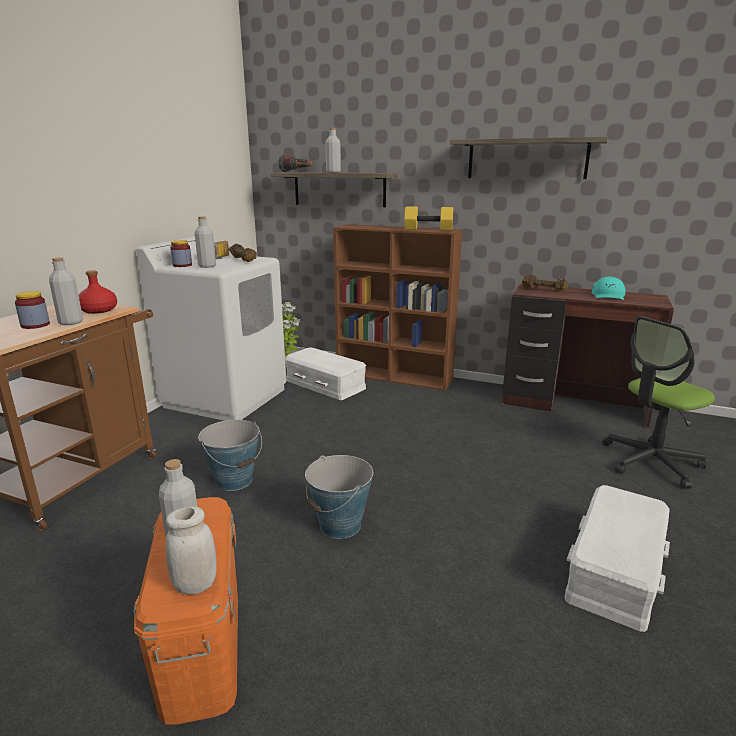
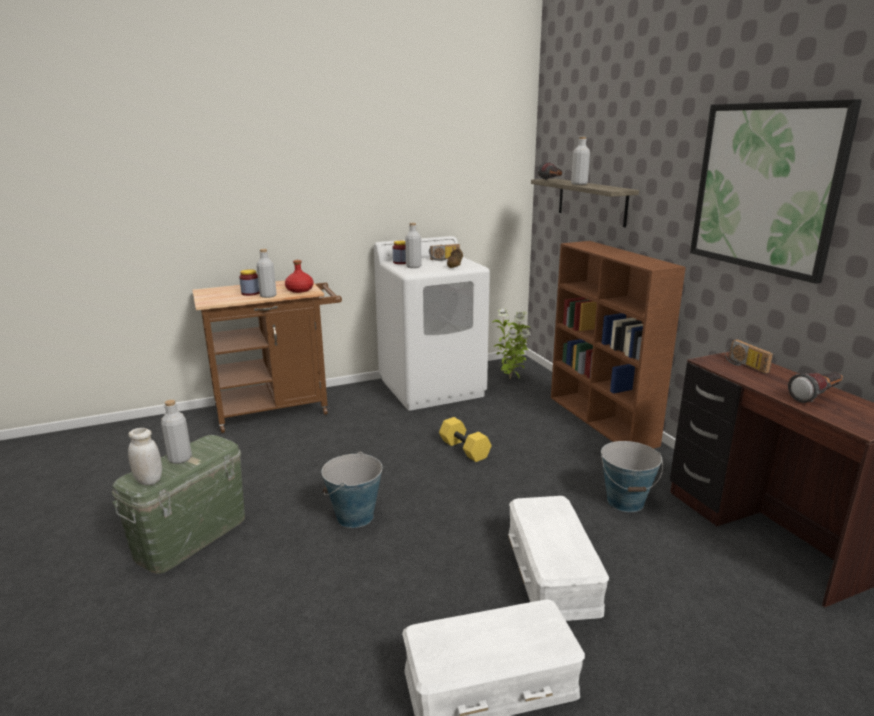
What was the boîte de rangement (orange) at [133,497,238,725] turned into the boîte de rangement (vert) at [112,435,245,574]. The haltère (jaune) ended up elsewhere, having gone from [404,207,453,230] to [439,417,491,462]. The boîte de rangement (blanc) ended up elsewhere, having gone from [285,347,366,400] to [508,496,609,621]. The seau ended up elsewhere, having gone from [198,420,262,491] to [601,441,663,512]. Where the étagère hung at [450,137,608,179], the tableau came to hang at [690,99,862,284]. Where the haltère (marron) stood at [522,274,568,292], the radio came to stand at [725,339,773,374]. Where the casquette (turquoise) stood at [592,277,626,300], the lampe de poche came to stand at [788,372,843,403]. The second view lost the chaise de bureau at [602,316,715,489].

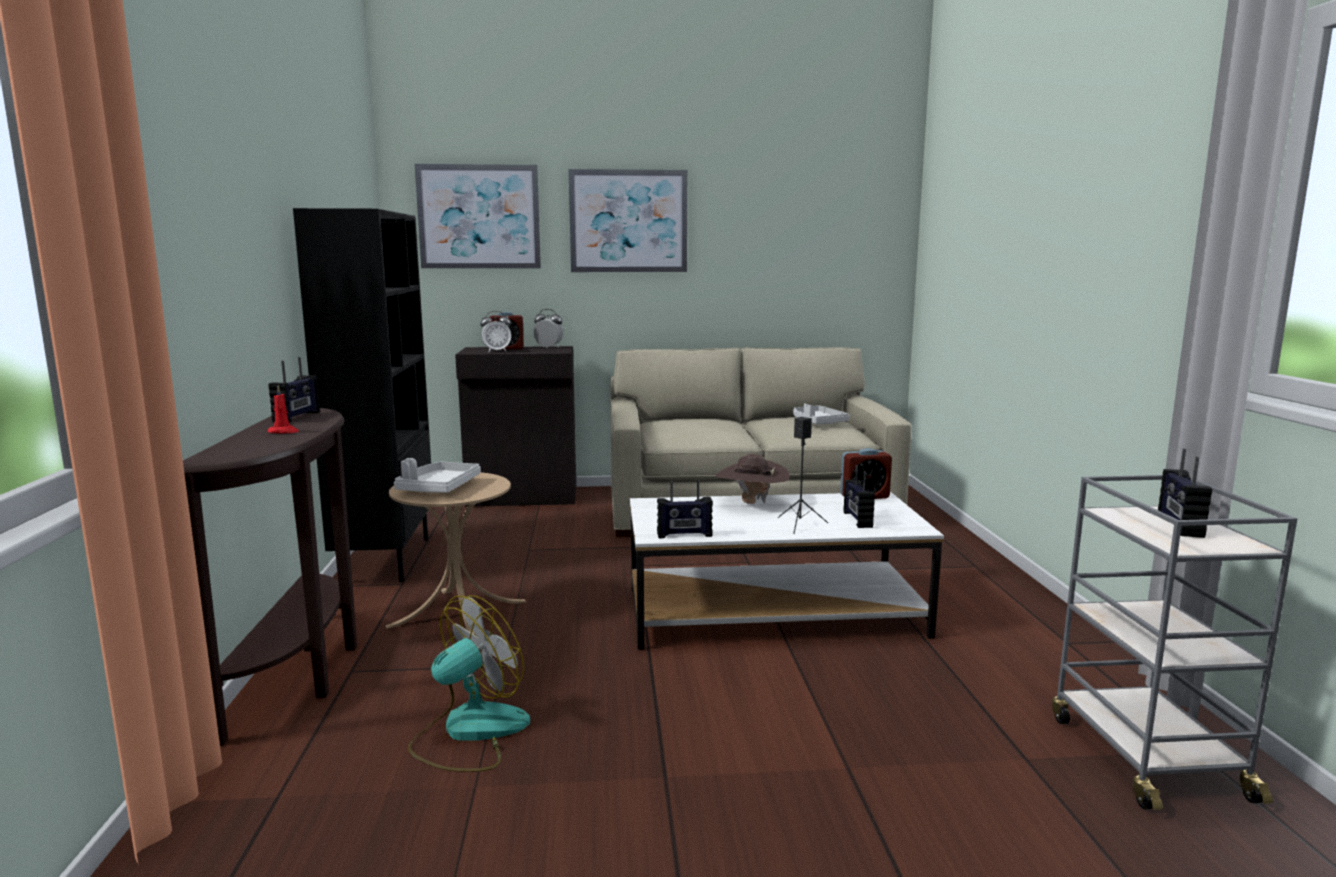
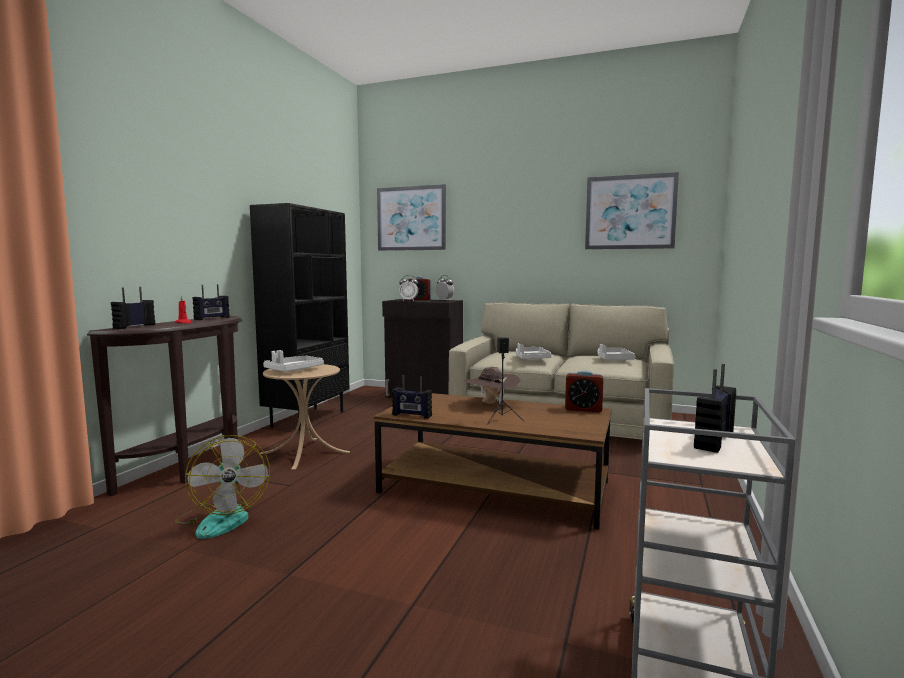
The radio ended up elsewhere, having gone from [844,465,875,528] to [111,287,155,329]. The ventilateur at [408,596,530,772] ended up facing another way, 90 degrees clockwise from before. What was the table basse (blanc) at [630,492,944,650] turned into the table basse (marron) at [373,393,612,530]. The second view gained the plateau (gris) at [516,343,552,360]. The tableau ended up elsewhere, having gone from [569,169,687,272] to [585,172,679,250].

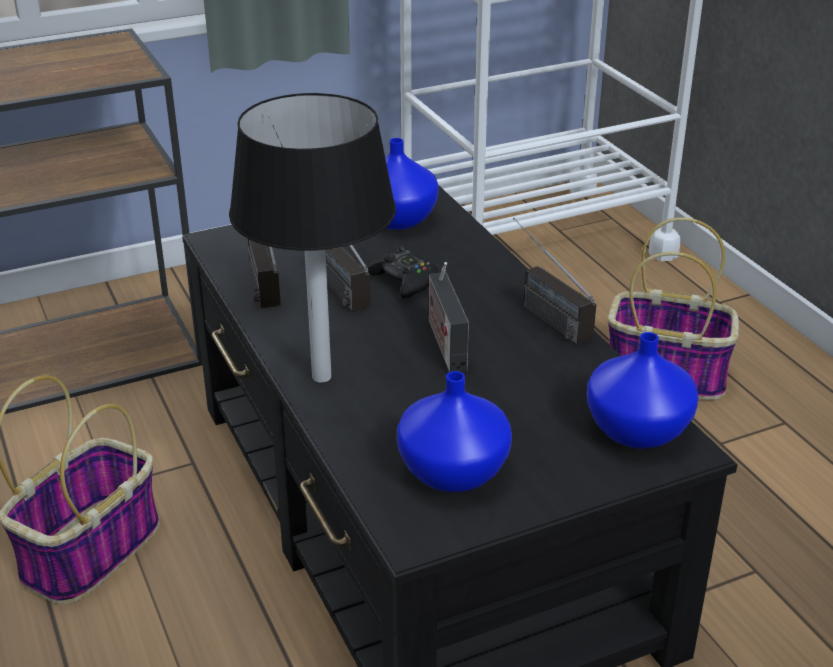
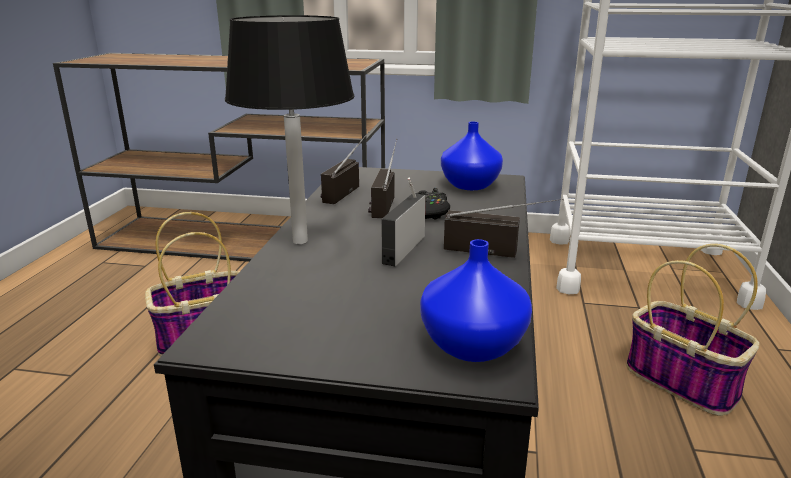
The radio at [513,218,596,345] ended up facing another way, 105 degrees clockwise from before. The second view lost the vase (bleu) at [397,371,512,492].

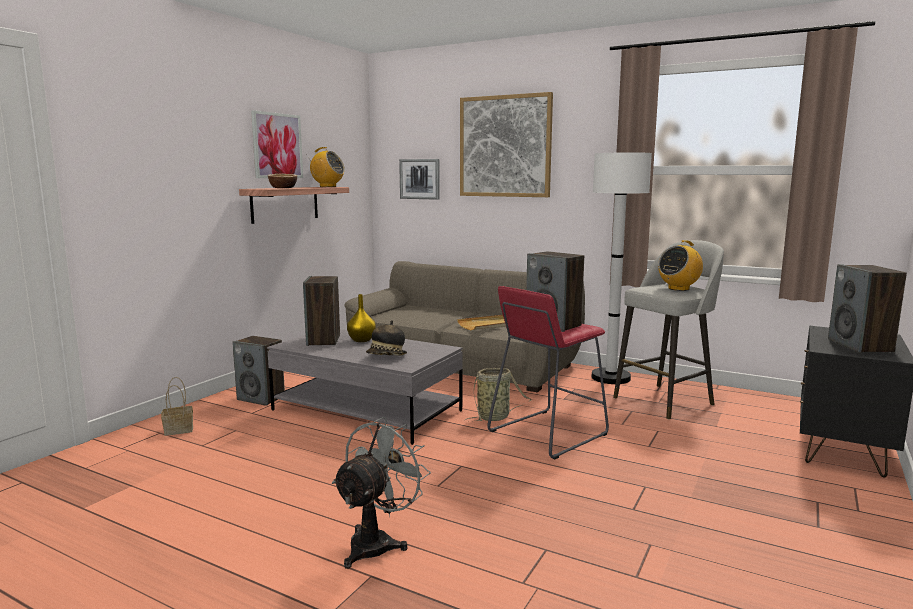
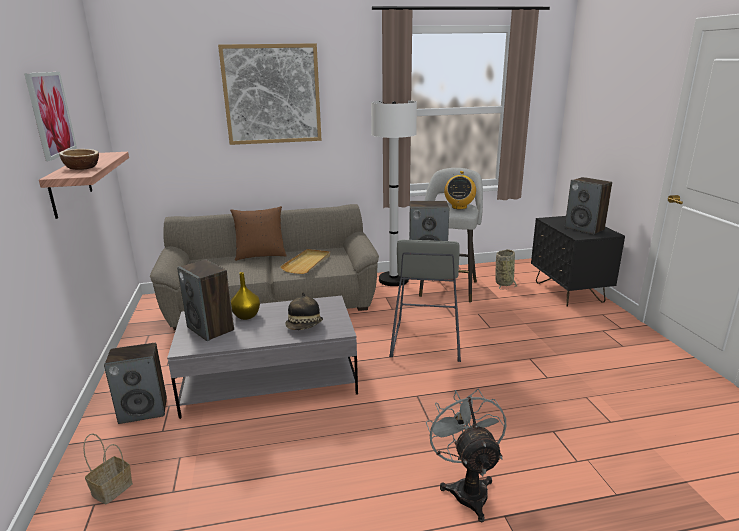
The second view gained the coussin (marron) at [230,206,287,261]. What was the tabouret (rouge) at [487,286,609,459] turned into the tabouret (gris) at [389,239,461,362]. The panier ended up elsewhere, having gone from [464,368,532,421] to [495,249,517,290]. The second view lost the radio at [306,147,345,187]. The second view lost the tableau at [399,159,440,200].

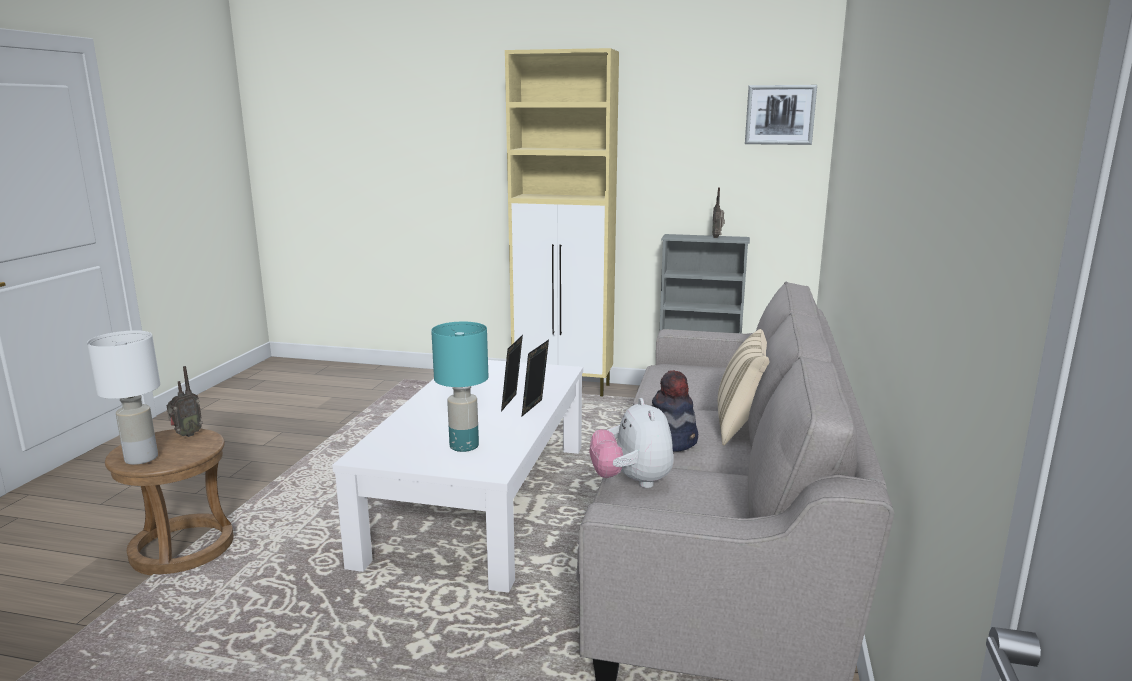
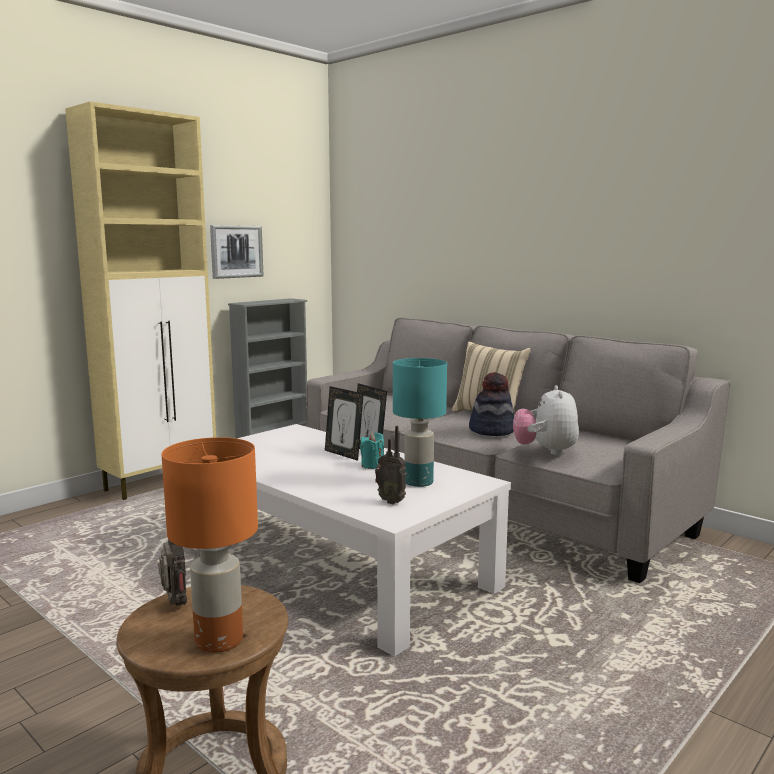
What was the lampe de table (blanc) at [87,330,160,465] turned into the lampe de table (orange) at [161,437,258,653]. The tableau ended up elsewhere, having gone from [745,85,817,145] to [210,225,263,279]. The second view gained the bougie (turquoise) at [360,432,384,469]. The radio ended up elsewhere, having gone from [712,187,725,238] to [375,426,406,504]. The peluche at [589,398,674,488] ended up facing another way, 75 degrees clockwise from before.

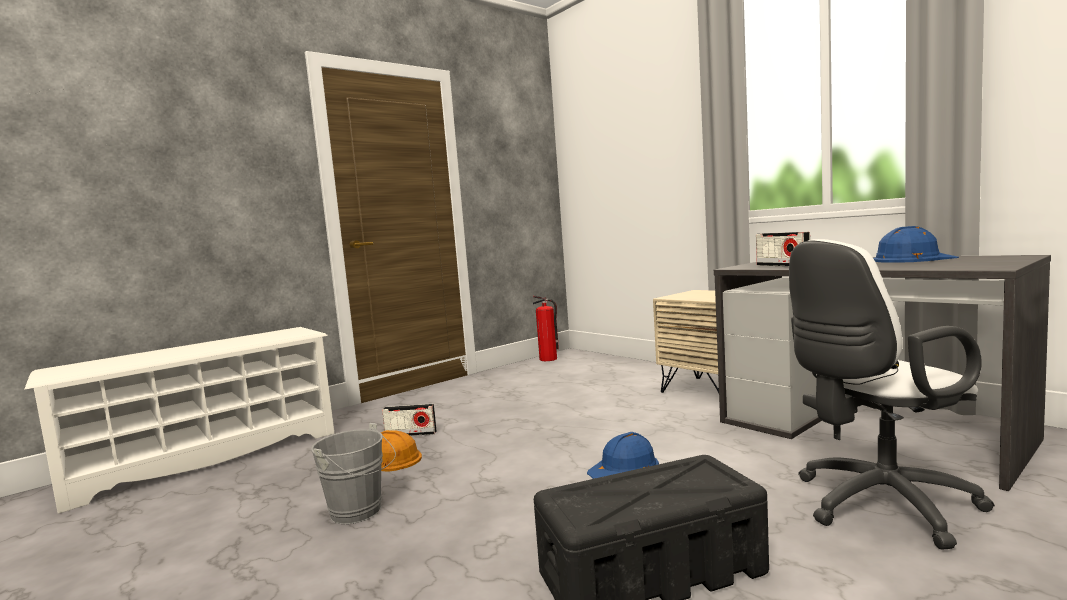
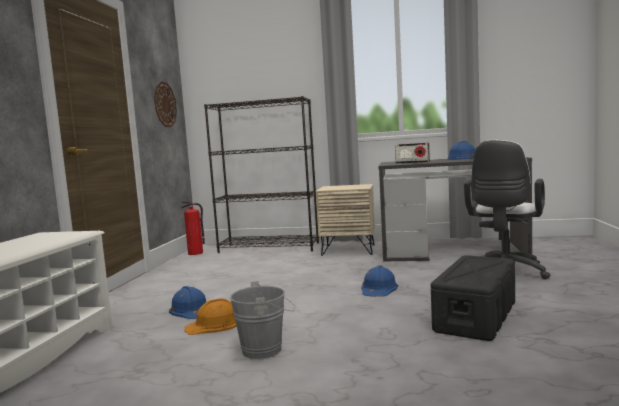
The second view gained the horloge murale at [154,81,177,127]. Where the radio stood at [382,404,437,436], the casque de chantier (bleu) came to stand at [169,286,206,319]. The second view gained the bibliothèque (noir) at [204,96,319,253].

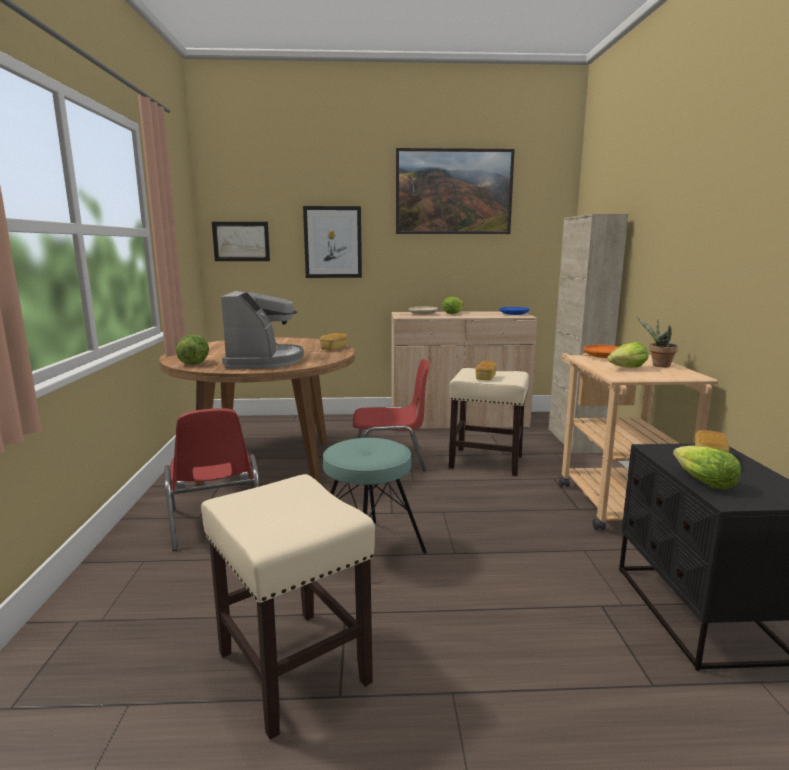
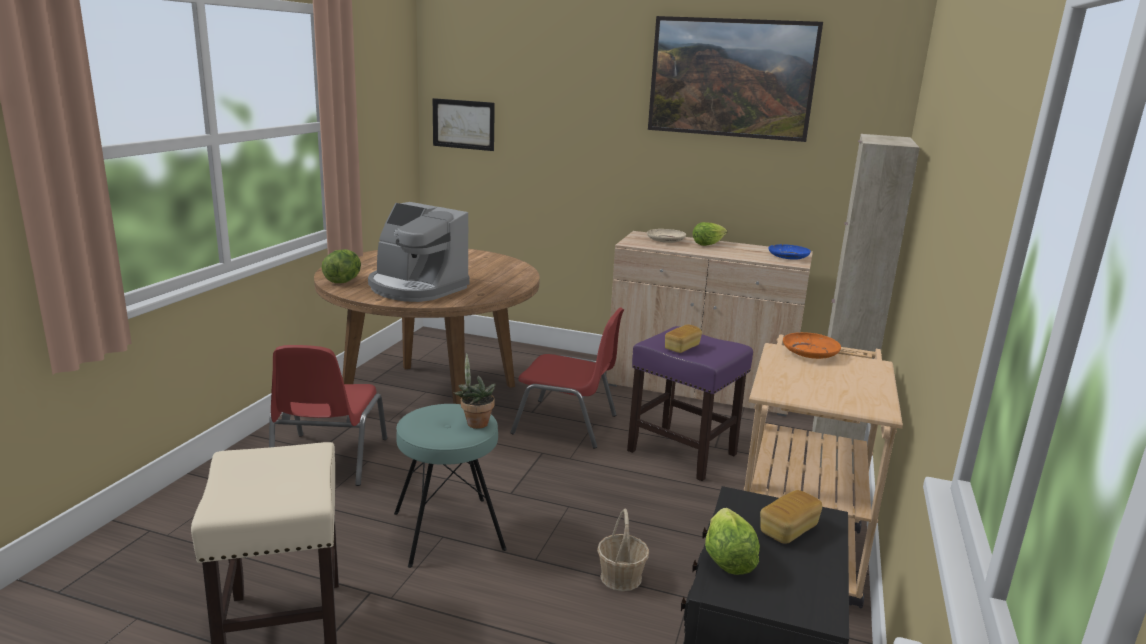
The machine à café at [221,291,304,369] ended up facing another way, 105 degrees clockwise from before. The plante en pot ended up elsewhere, having gone from [637,317,678,368] to [453,353,496,429]. The second view gained the panier at [597,509,649,591]. What was the tabouret (beige) at [449,368,529,476] turned into the tabouret (violet) at [627,326,753,481]. The second view lost the tableau at [303,206,362,278]. The second view lost the pain at [320,333,347,350]. The second view lost the laitue at [607,341,648,368].

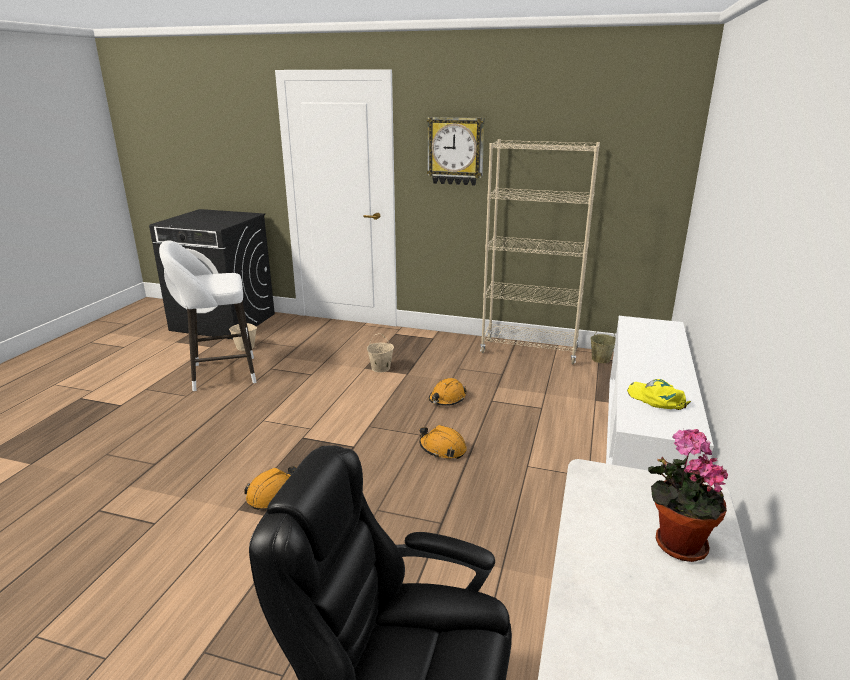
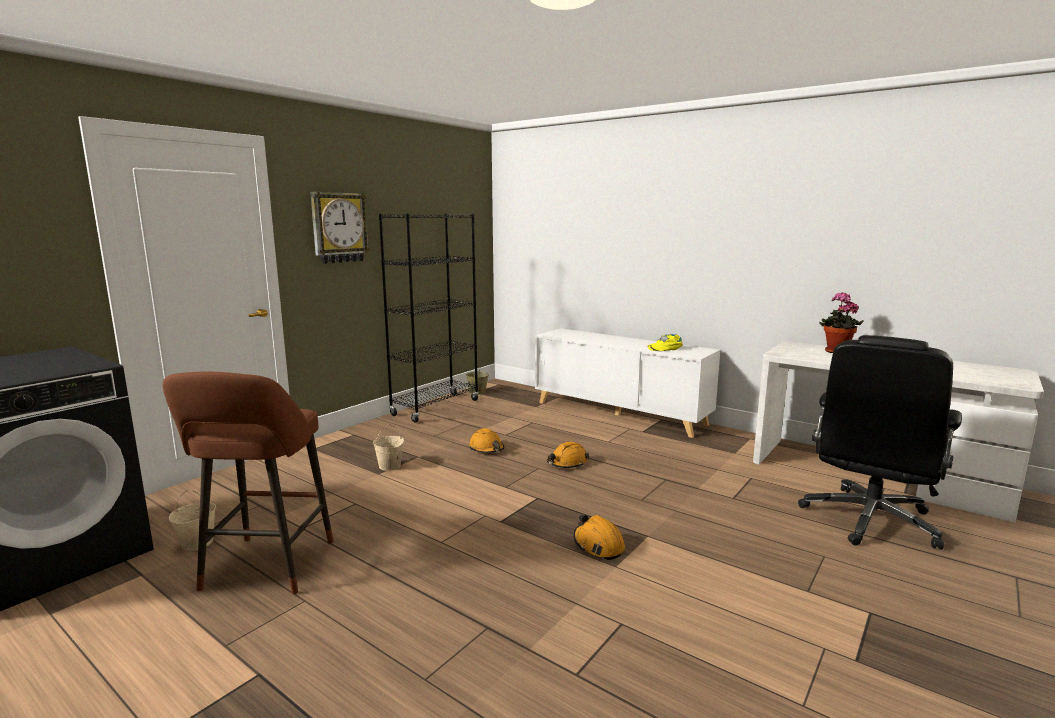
What was the tabouret (blanc) at [159,240,256,391] turned into the tabouret (marron) at [163,372,333,594]. What was the bibliothèque (beige) at [480,139,600,364] turned into the bibliothèque (noir) at [379,214,479,423].

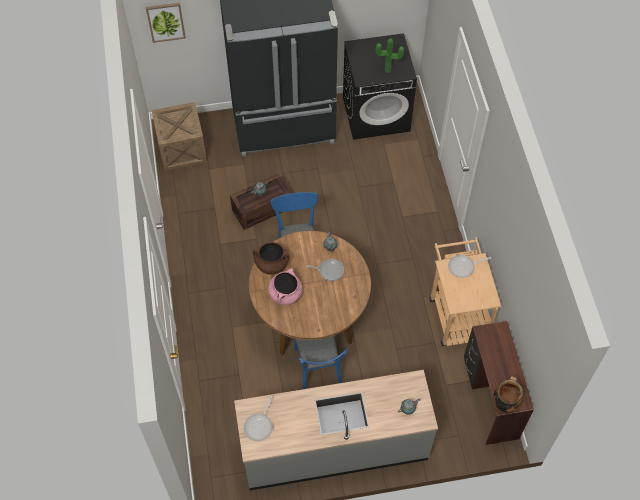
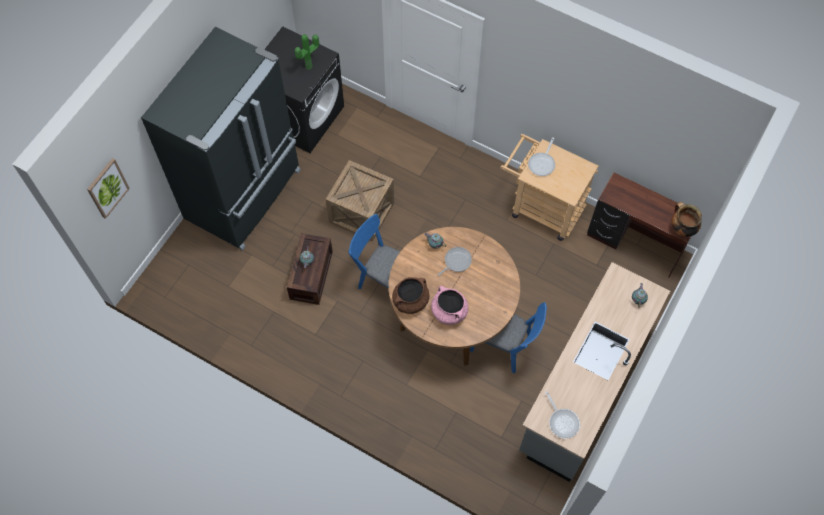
The caisse ended up elsewhere, having gone from [151,102,207,171] to [326,160,394,242].

